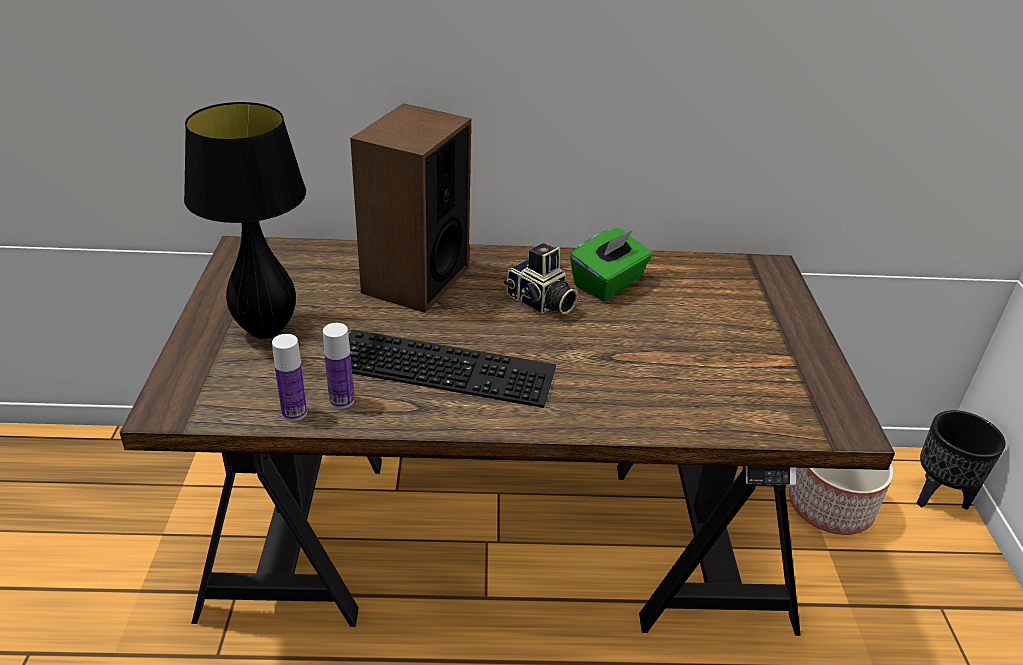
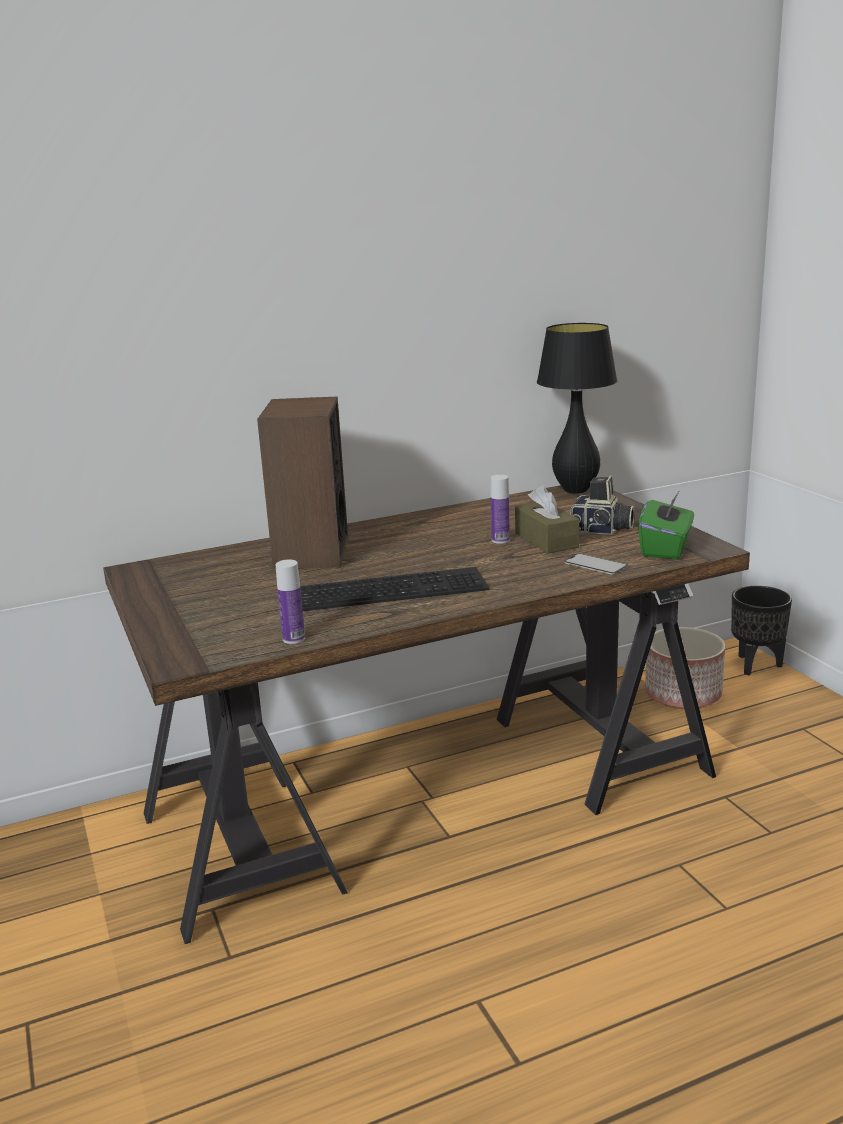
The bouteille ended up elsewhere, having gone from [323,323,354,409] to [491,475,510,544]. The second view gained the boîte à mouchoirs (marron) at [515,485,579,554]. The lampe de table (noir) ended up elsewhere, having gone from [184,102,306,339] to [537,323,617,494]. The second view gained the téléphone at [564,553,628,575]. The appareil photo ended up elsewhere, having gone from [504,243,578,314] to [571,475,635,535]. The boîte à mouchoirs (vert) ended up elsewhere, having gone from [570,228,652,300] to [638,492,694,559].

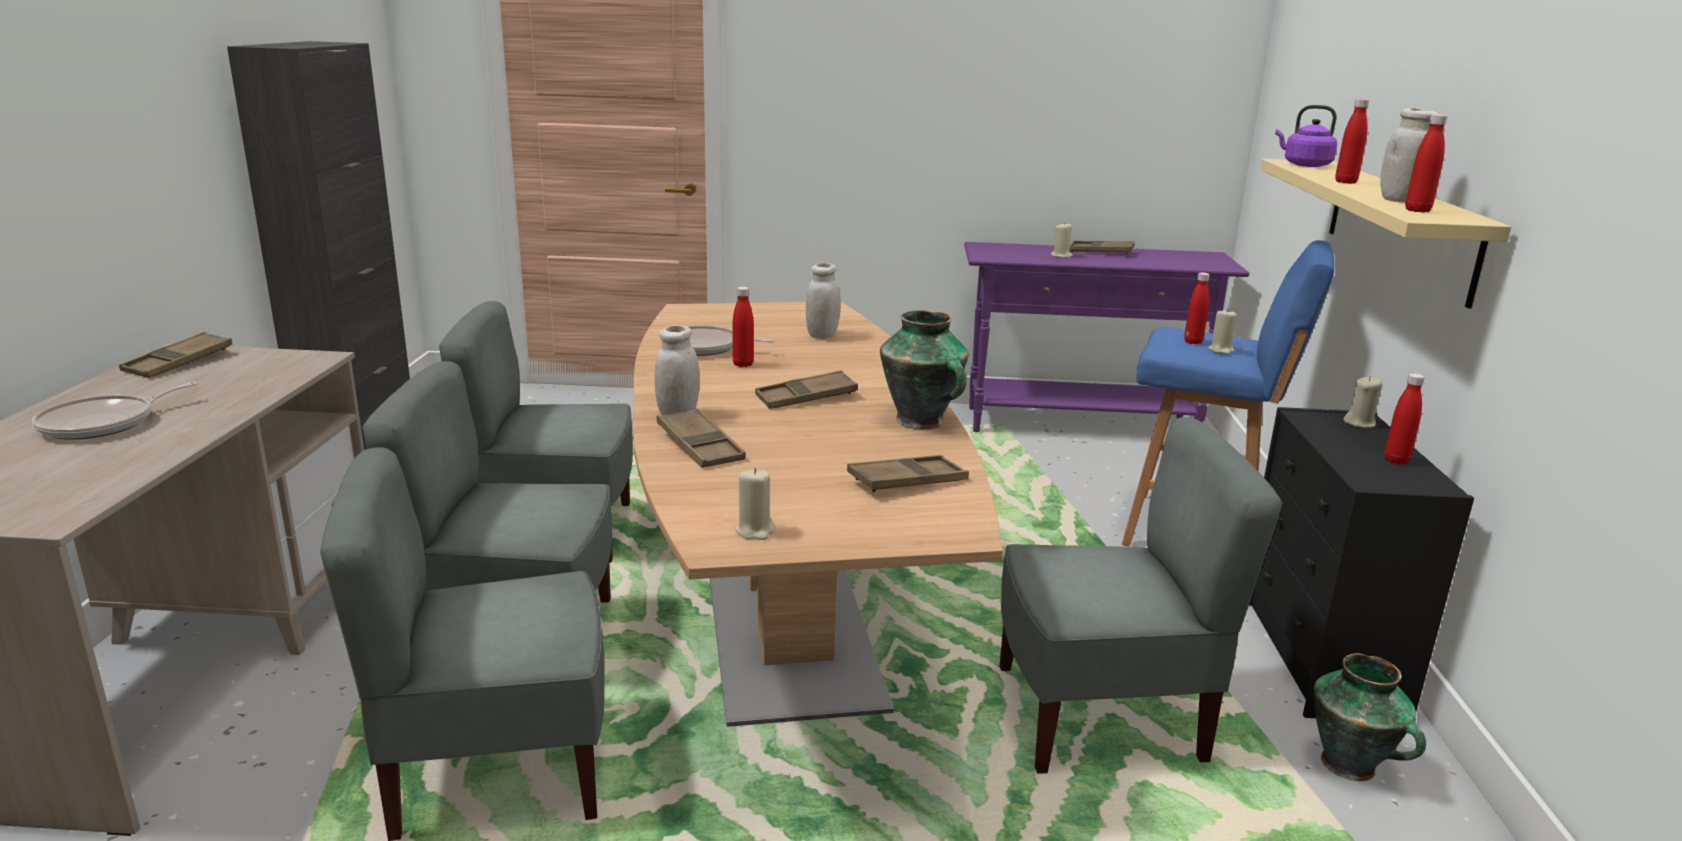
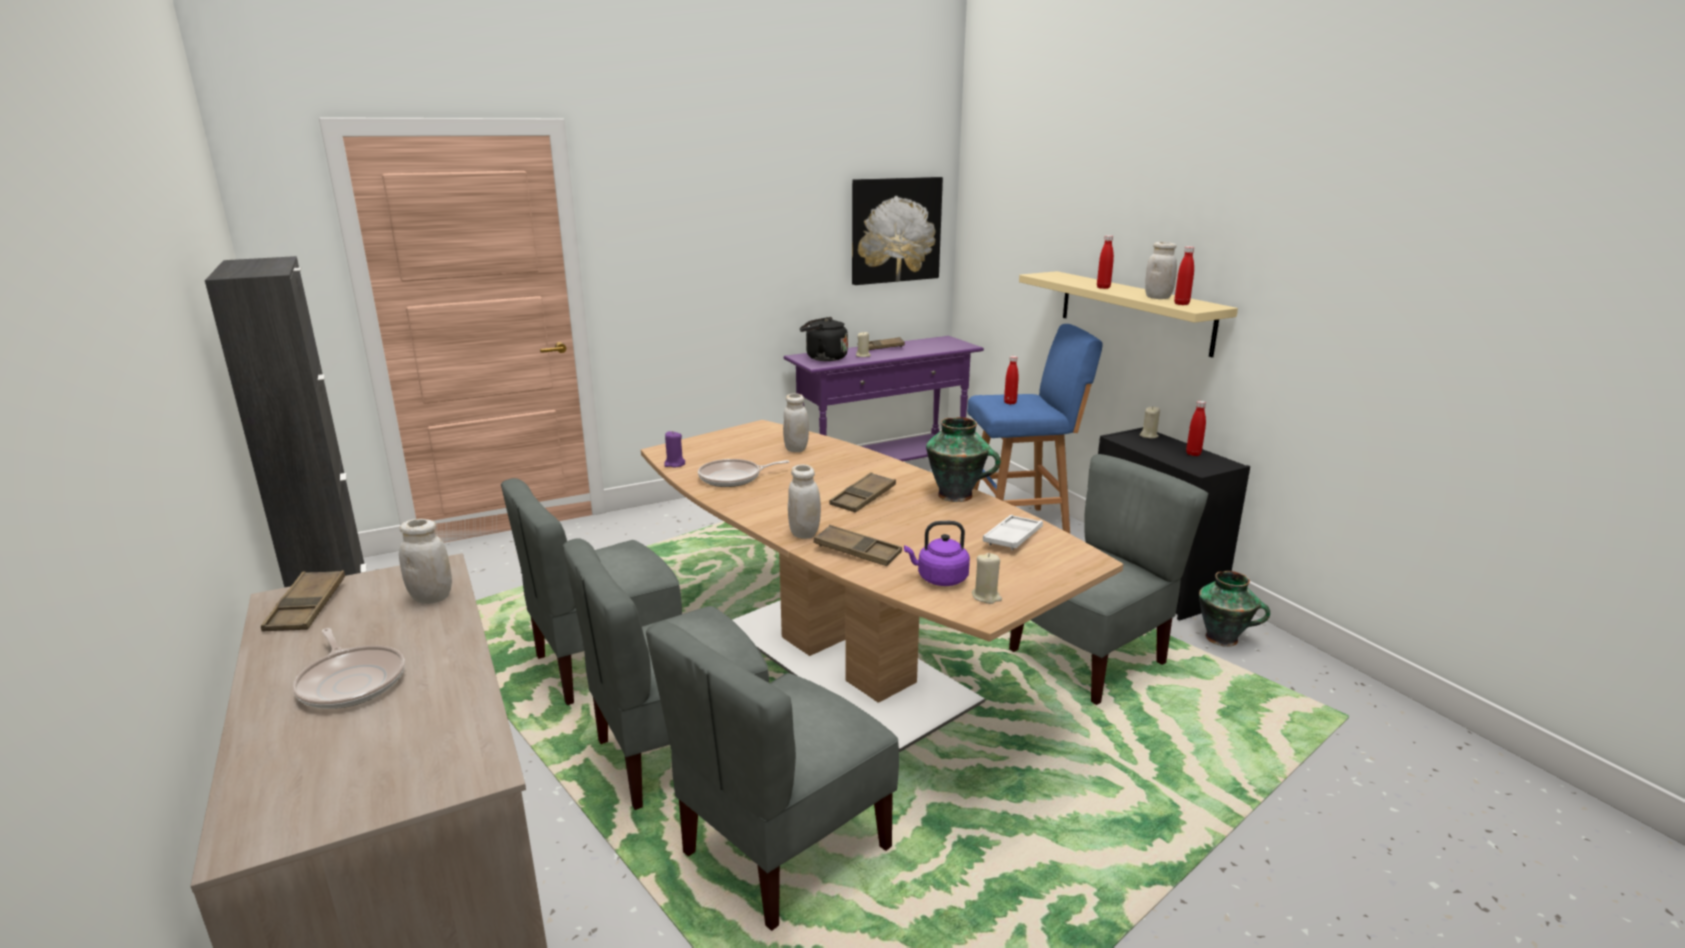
The poêle at [32,382,197,440] ended up facing another way, 45 degrees counterclockwise from before. The second view gained the bocal (blanc) at [399,519,452,604]. The second view gained the bougie (violet) at [664,431,685,467]. The second view gained the bouilloire (noir) at [800,317,848,361]. The second view gained the tableau at [852,177,943,285]. The bouilloire (violet) ended up elsewhere, having gone from [1275,105,1337,167] to [904,521,970,586]. What was the plateau (marron) at [847,455,969,492] turned into the plateau (blanc) at [983,515,1043,550]. The second view lost the bouteille (rouge) at [732,287,754,367]. The second view lost the bougie (beige) at [1208,310,1237,354].

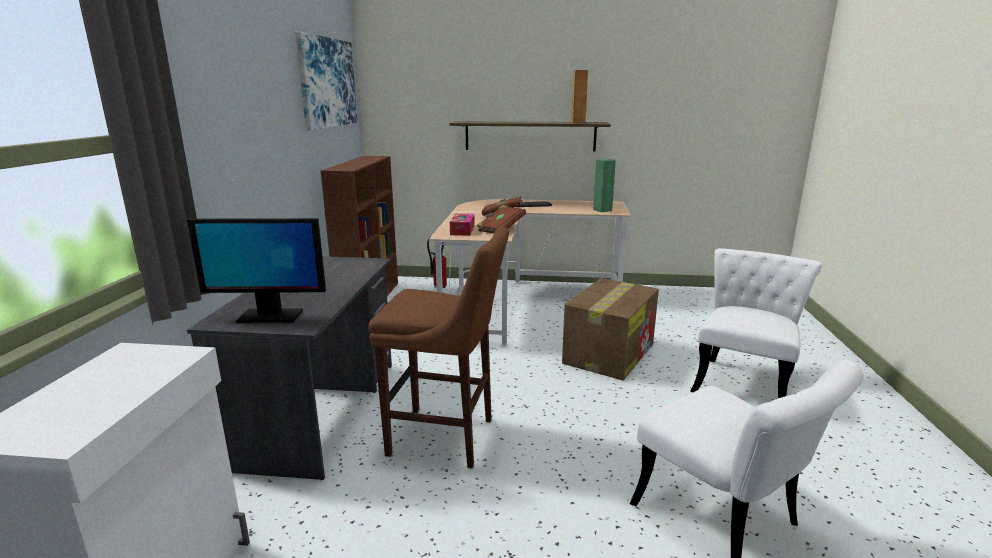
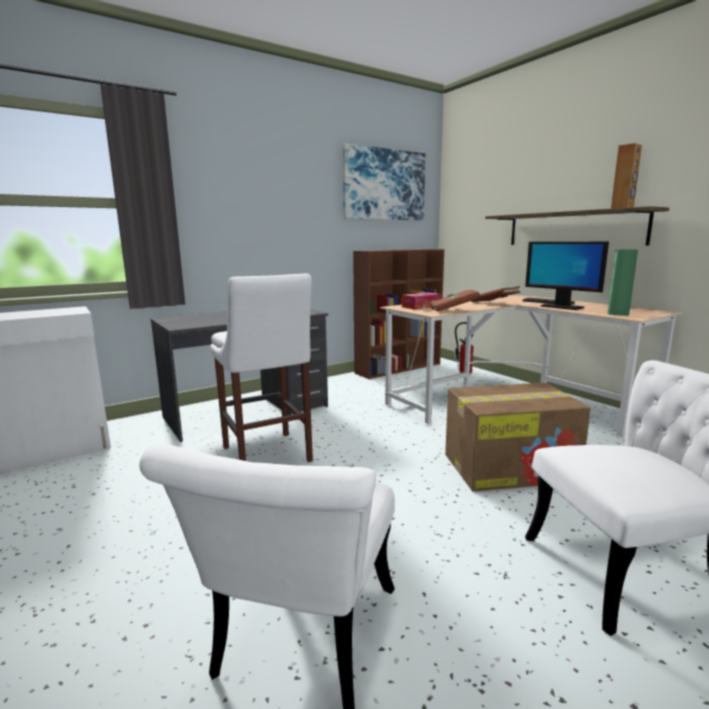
What was the tabouret (marron) at [369,227,509,468] turned into the tabouret (blanc) at [211,273,313,462]. The écran d'ordinateur ended up elsewhere, having gone from [187,218,326,323] to [525,242,609,310].

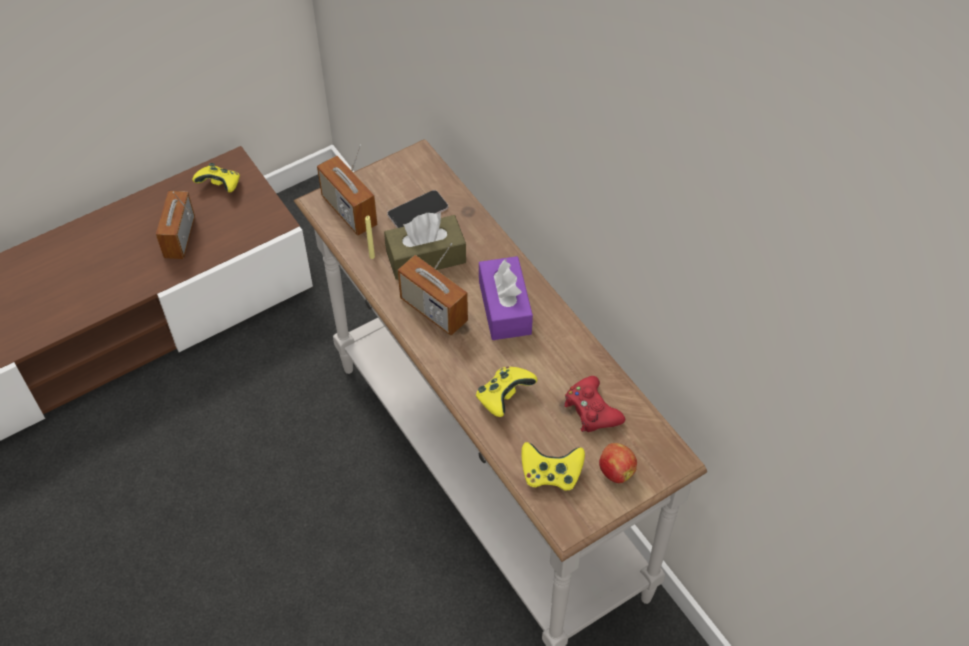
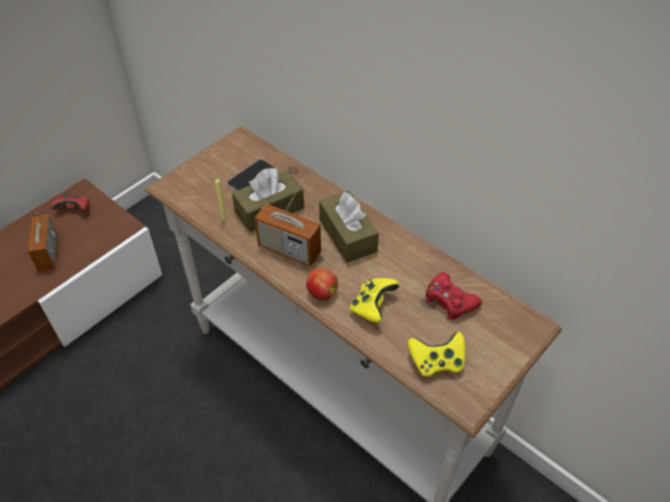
What was the manette (jaune) at [192,163,240,192] turned into the manette (rouge) at [50,193,89,211]. The pomme ended up elsewhere, having gone from [599,443,637,483] to [306,268,338,300]. What was the boîte à mouchoirs (violet) at [479,256,533,340] turned into the boîte à mouchoirs (marron) at [319,191,379,263]. The second view lost the radio at [317,144,377,235].

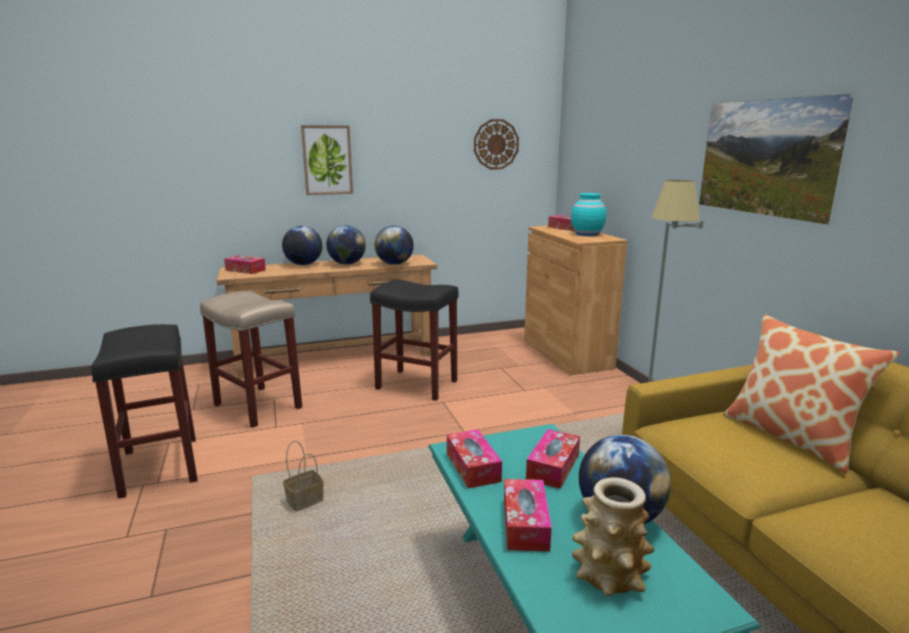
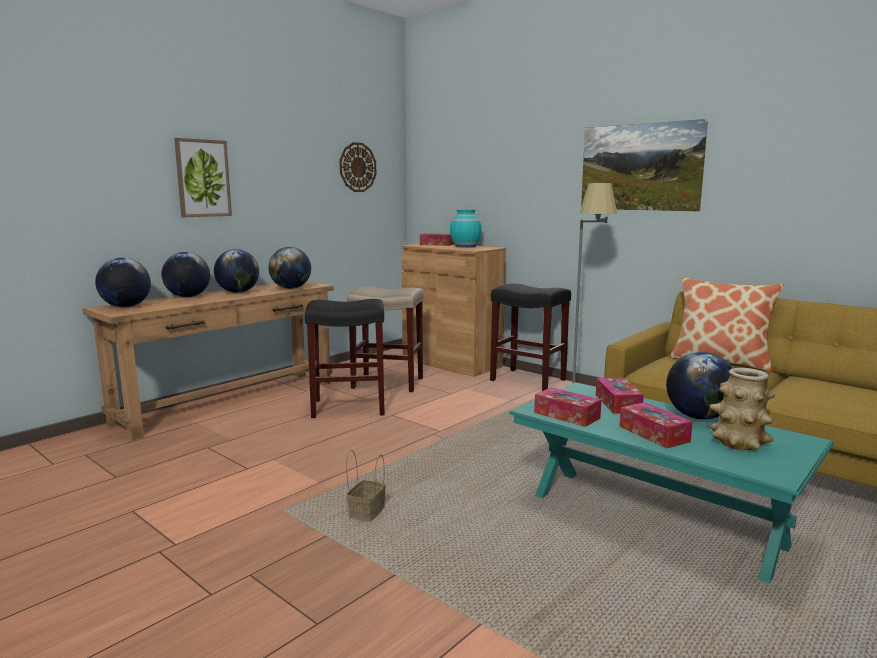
Where the boîte à mouchoirs stood at [224,255,266,274], the globe came to stand at [95,258,151,307]. The tabouret (beige) ended up elsewhere, having gone from [200,291,302,428] to [347,286,424,392]. The tabouret (noir) ended up elsewhere, having gone from [91,324,198,499] to [490,284,571,391].

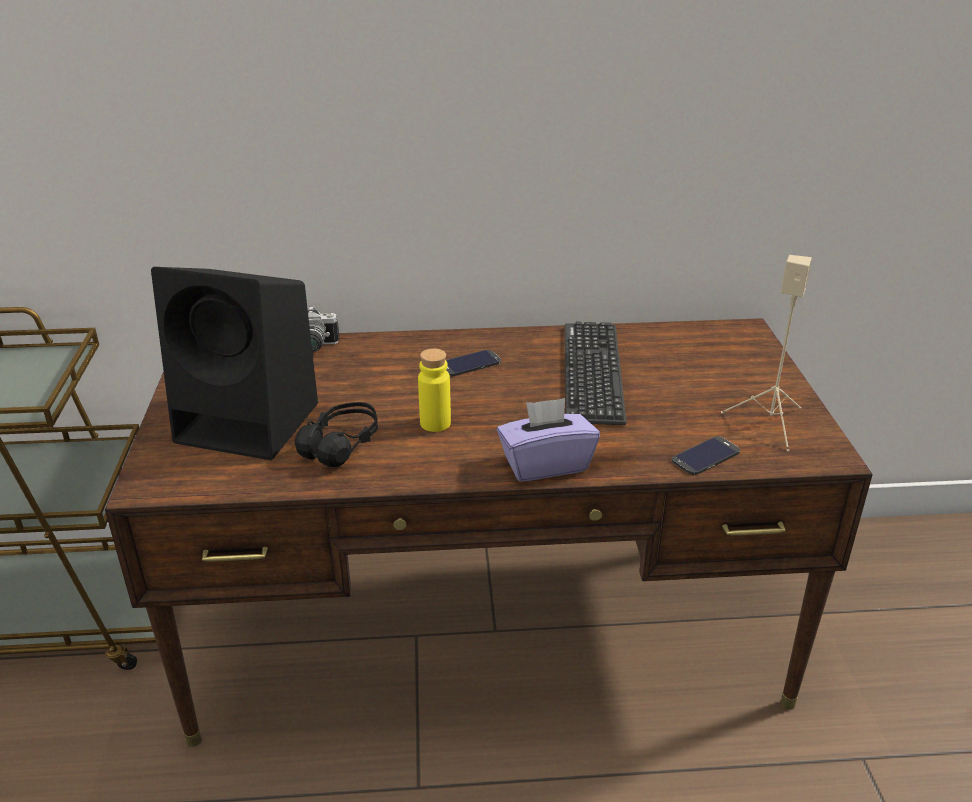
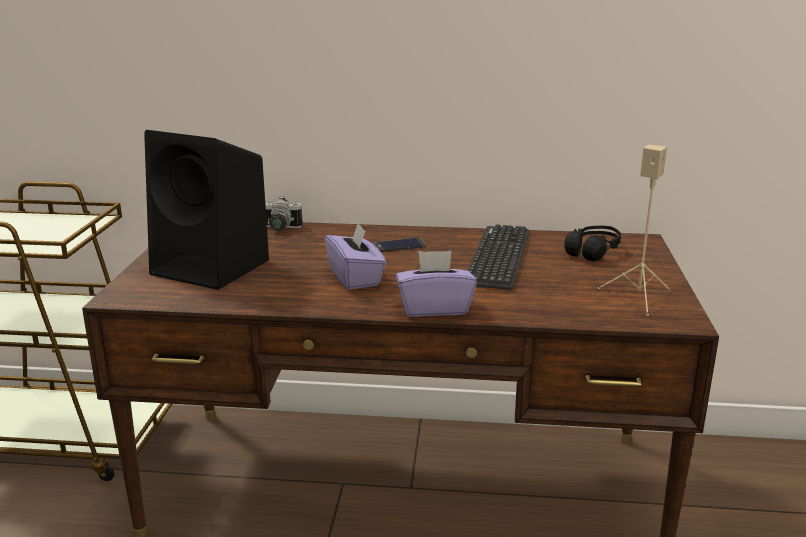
Where the bouteille (jaune) stood at [418,348,451,432], the boîte à mouchoirs (violet) came to stand at [325,223,386,290]. The casque audio (noir) ended up elsewhere, having gone from [295,402,378,467] to [564,226,621,261]. The second view lost the téléphone at [672,436,740,475].

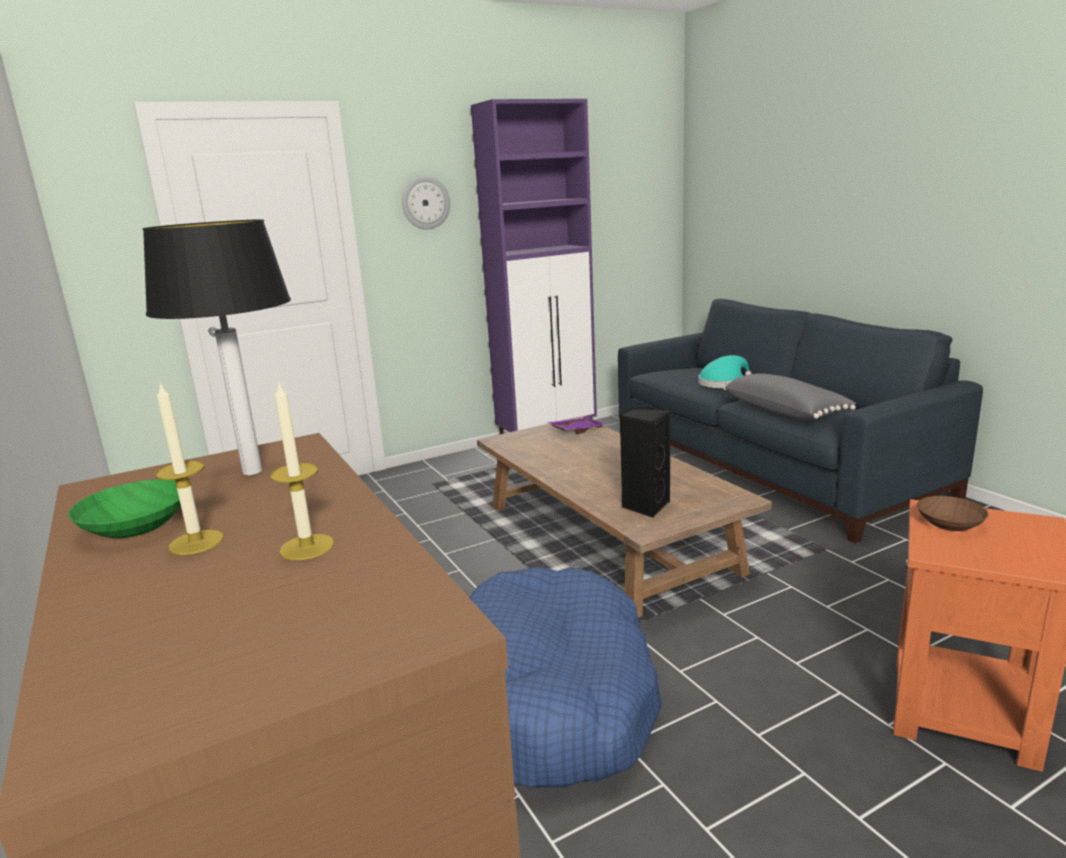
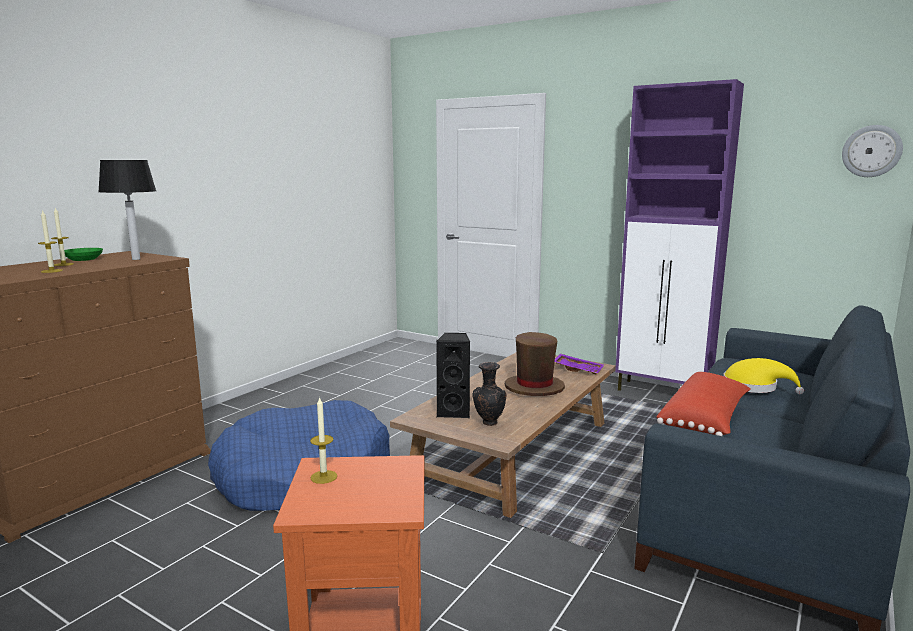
The second view gained the bougie at [310,396,337,484]. The second view gained the vase (noir) at [472,362,507,426]. The second view gained the chapeau (marron) at [505,332,565,396]. What was the coussin (gris) at [723,374,856,421] turned into the coussin (rouge) at [656,372,751,436]. What was the chapeau (turquoise) at [698,355,752,388] turned into the chapeau (jaune) at [723,358,804,394]. The horloge murale ended up elsewhere, having gone from [402,176,450,230] to [842,125,903,177]. The second view lost the bol (marron) at [917,496,988,531].

